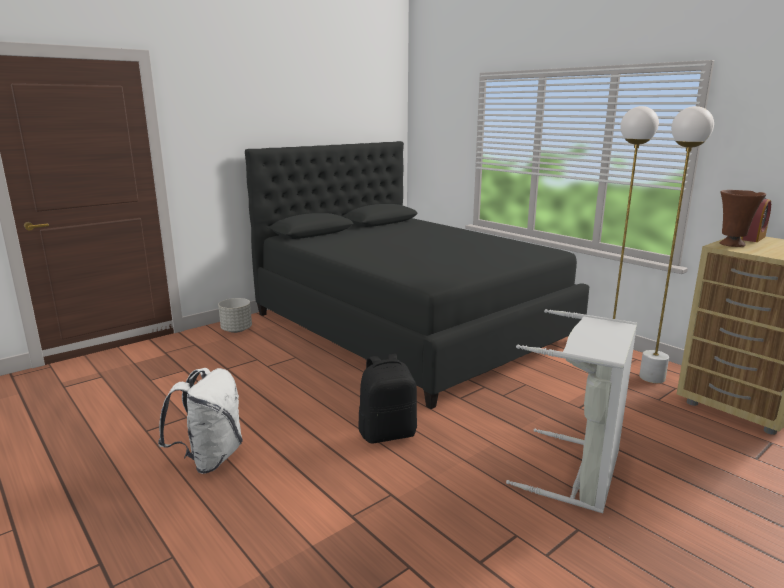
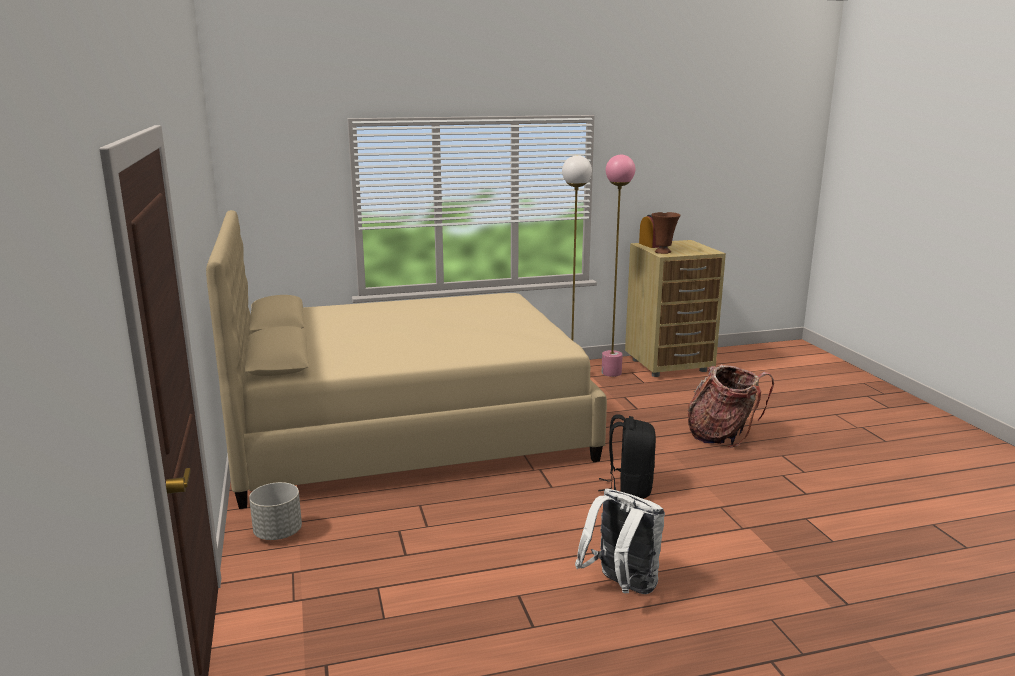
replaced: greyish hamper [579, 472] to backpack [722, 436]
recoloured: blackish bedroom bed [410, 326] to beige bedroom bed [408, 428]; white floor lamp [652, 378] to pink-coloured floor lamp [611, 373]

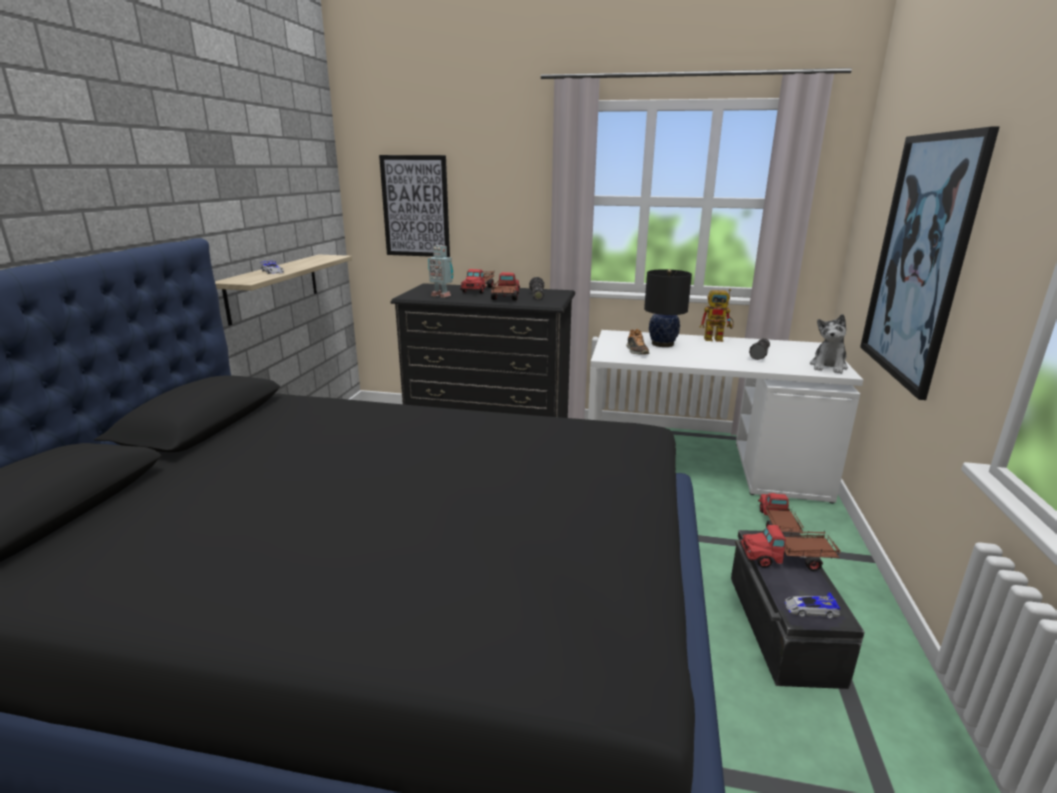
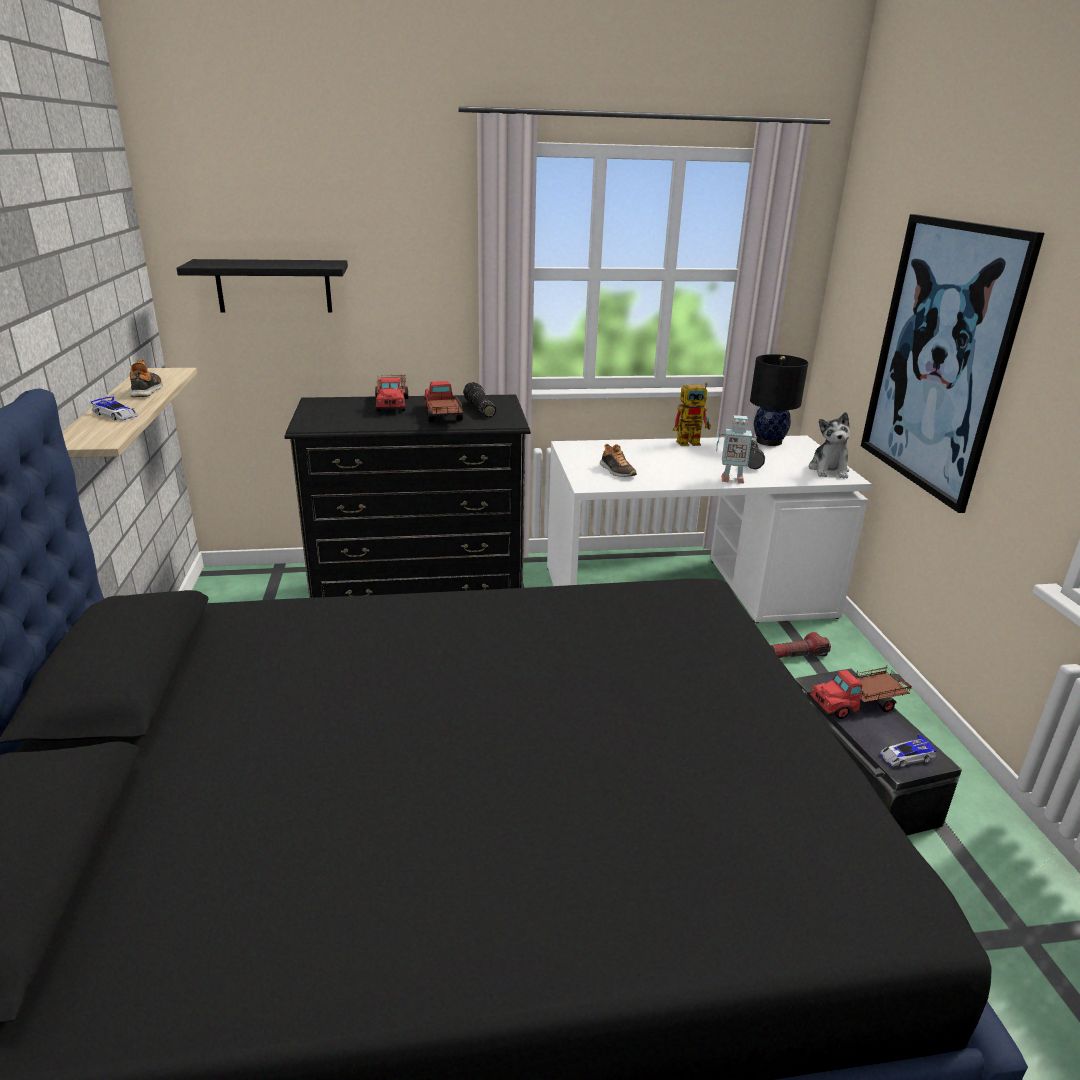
added: item of footwear [147, 390]
moved: robot figure [441, 295] to [731, 479]; blackish table lamp [662, 344] to [769, 441]
replaced: wall art [415, 206] to blackish shelf [274, 286]; toy lorry [777, 524] to torch [798, 655]

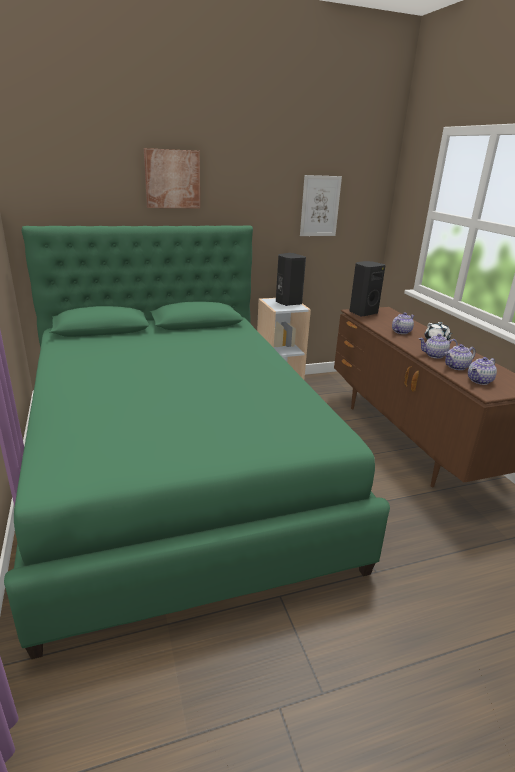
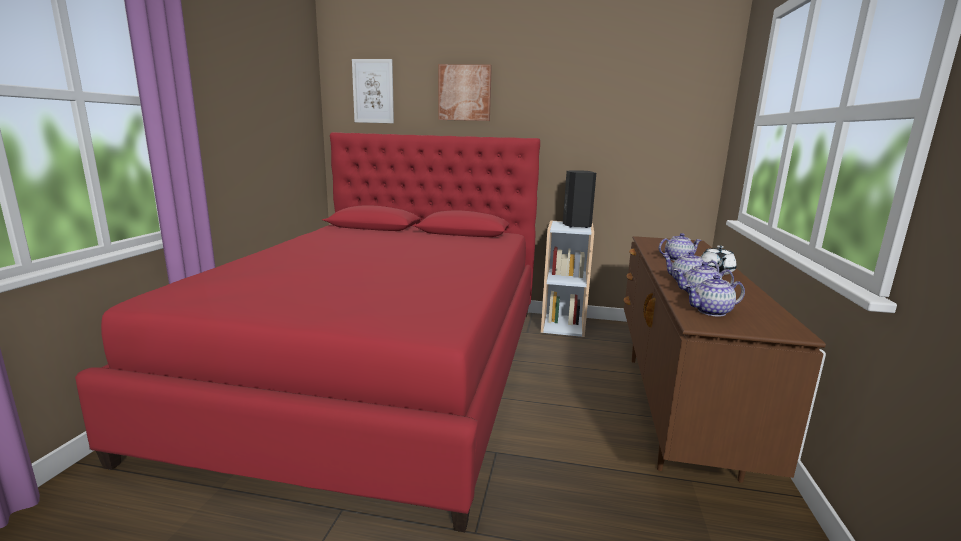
removed: blackish audio speaker [362, 313]
moved: wall art [320, 206] to [373, 91]
recoloured: greenish bedroom bed [177, 469] to reddish bedroom bed [382, 367]

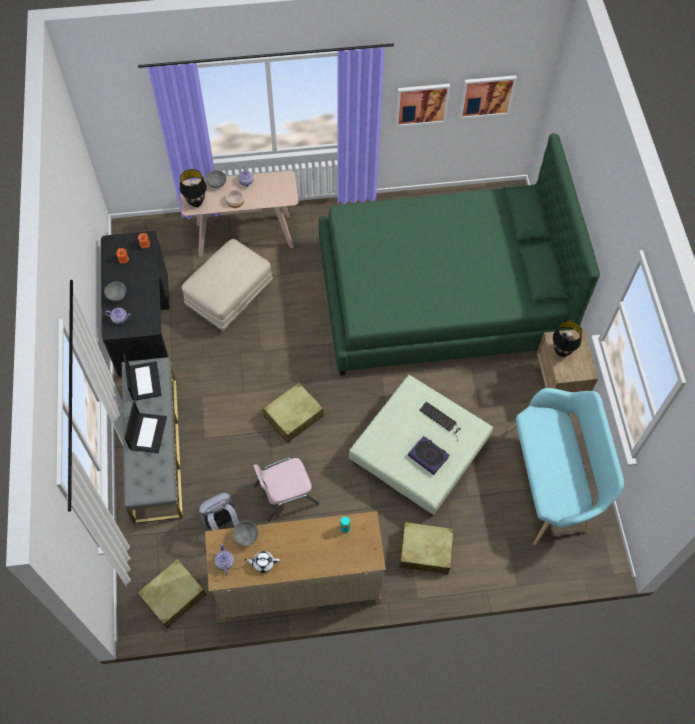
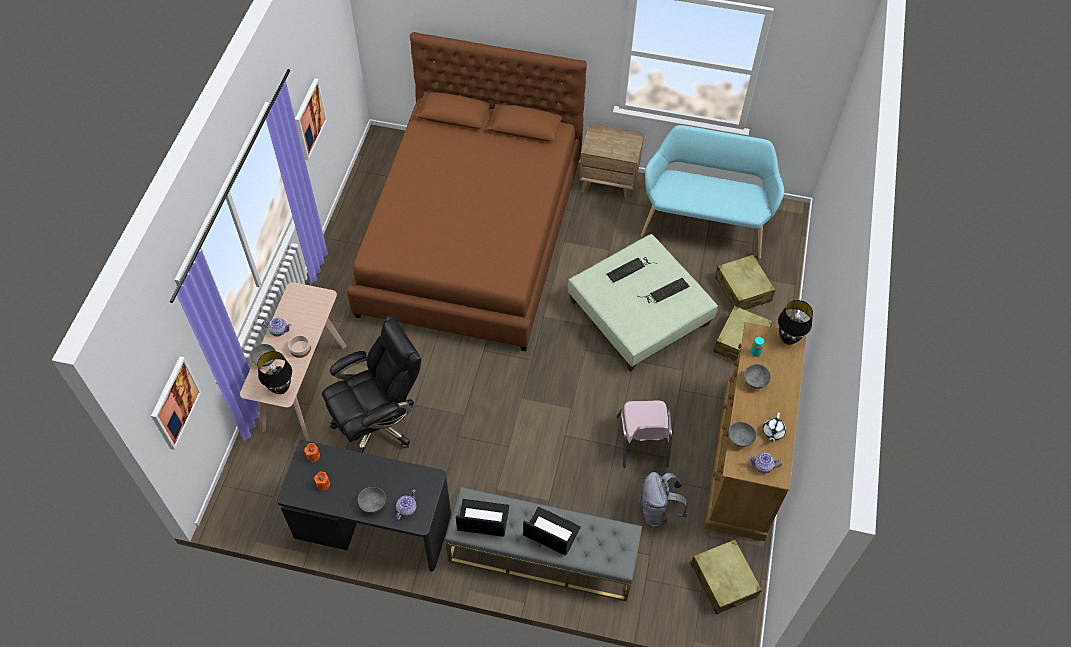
added: greyish serving bowl [755, 381]
moved: beige suitcase [293, 417] to [743, 289]; wall art [486, 96] to [174, 403]; blackish table lamp [561, 351] to [788, 339]
replaced: beige pouffe [229, 296] to blackish computer chair [379, 425]; book [428, 456] to keyboard [665, 291]
recoloured: greenish bedroom bed [441, 296] to brownish bedroom bed [472, 236]

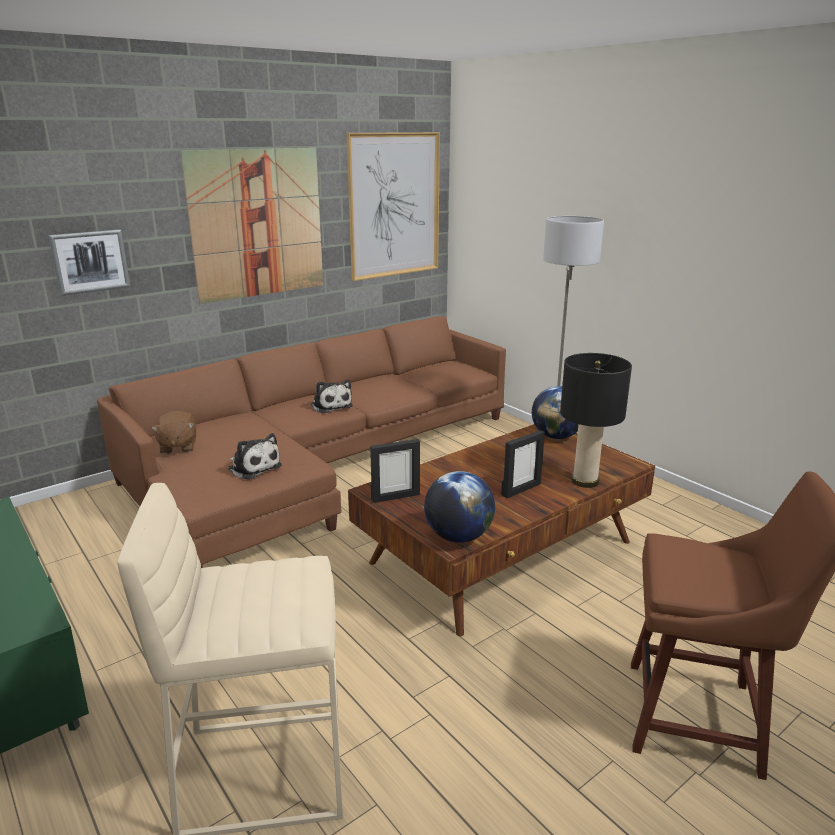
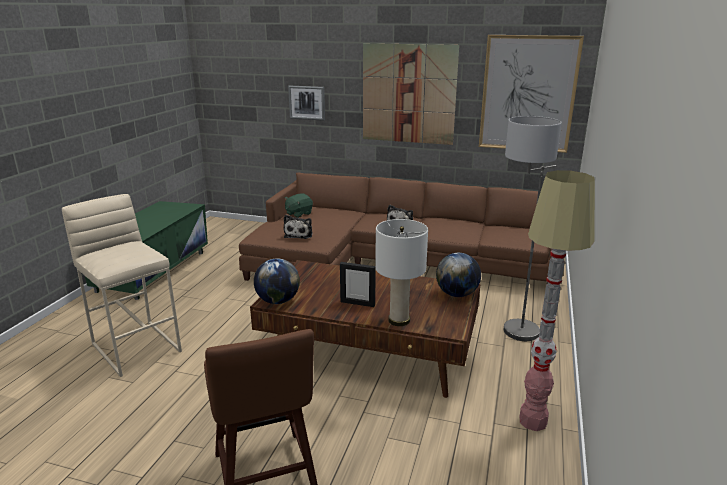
removed: standing frame [395, 496]
added: floor lamp [532, 421]
recoloured: brownish cuddly toy [178, 447] to greenish cuddly toy [298, 214]; blackish table lamp [584, 481] to white table lamp [399, 320]

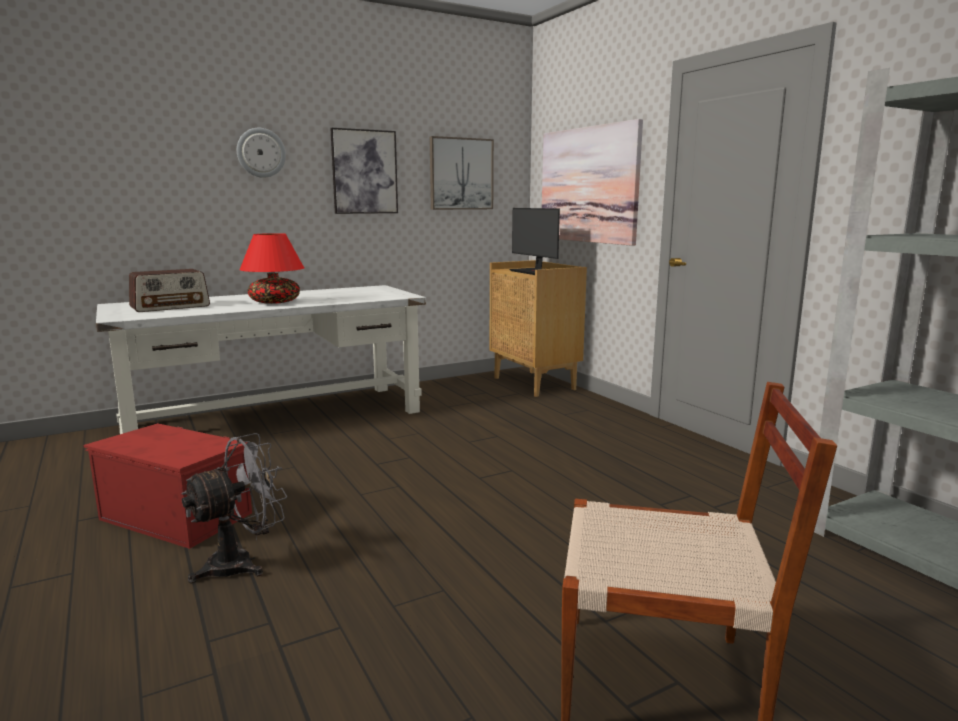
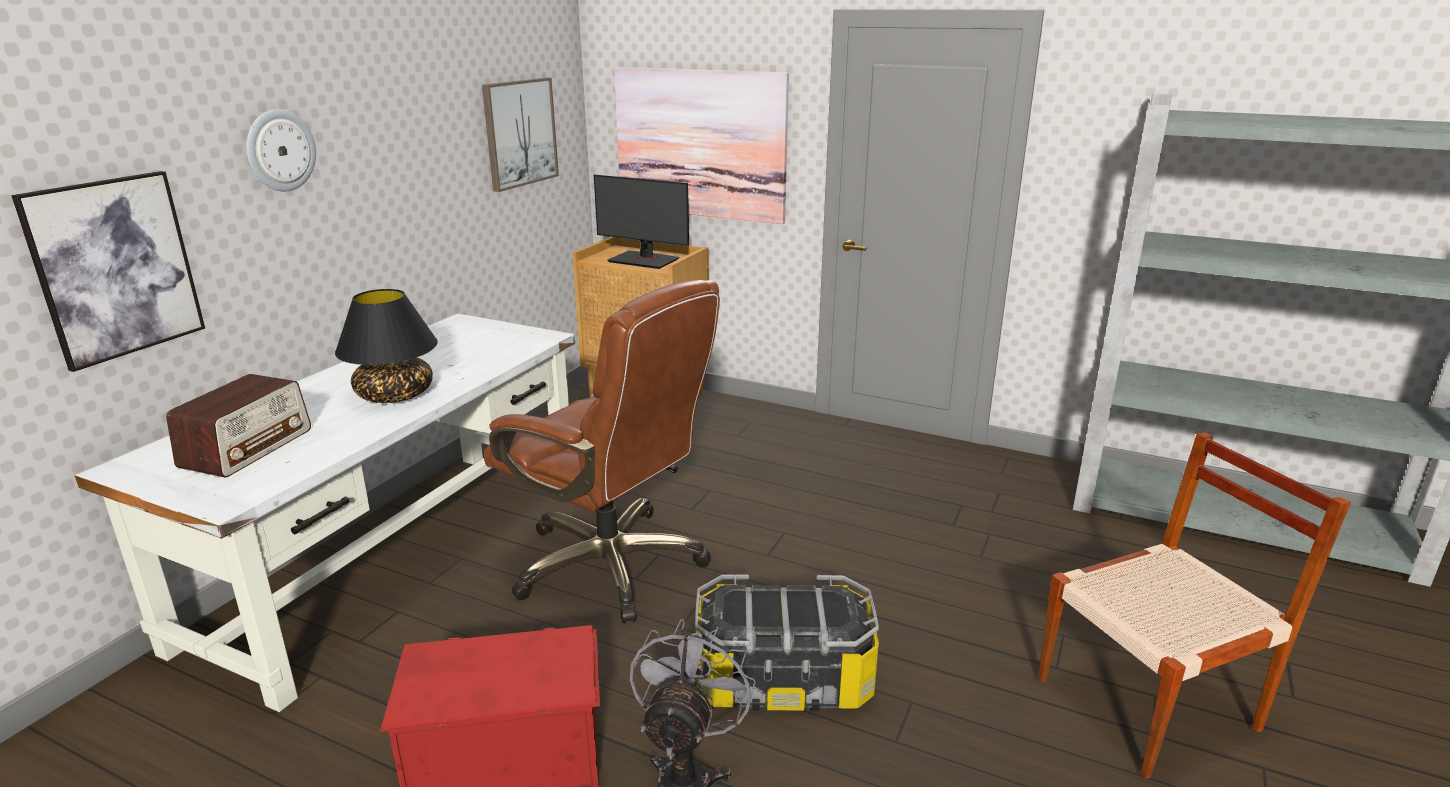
added: brownish computer chair [609, 563]; storage box [783, 678]
moved: wall art [364, 172] to [115, 268]
recoloured: reddish table lamp [275, 302] to blackish table lamp [395, 394]

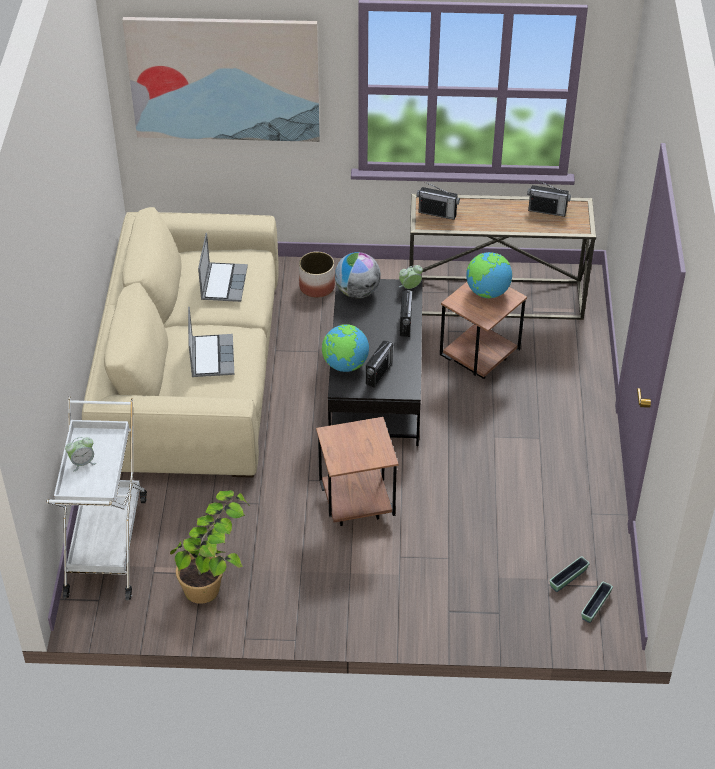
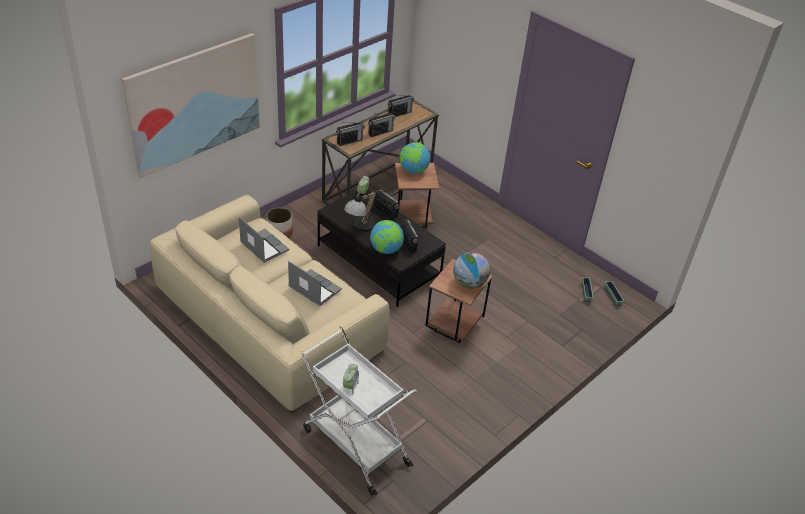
removed: houseplant [215, 577]
added: table lamp [360, 228]; radio set [380, 132]
moved: globe [357, 292] to [469, 283]

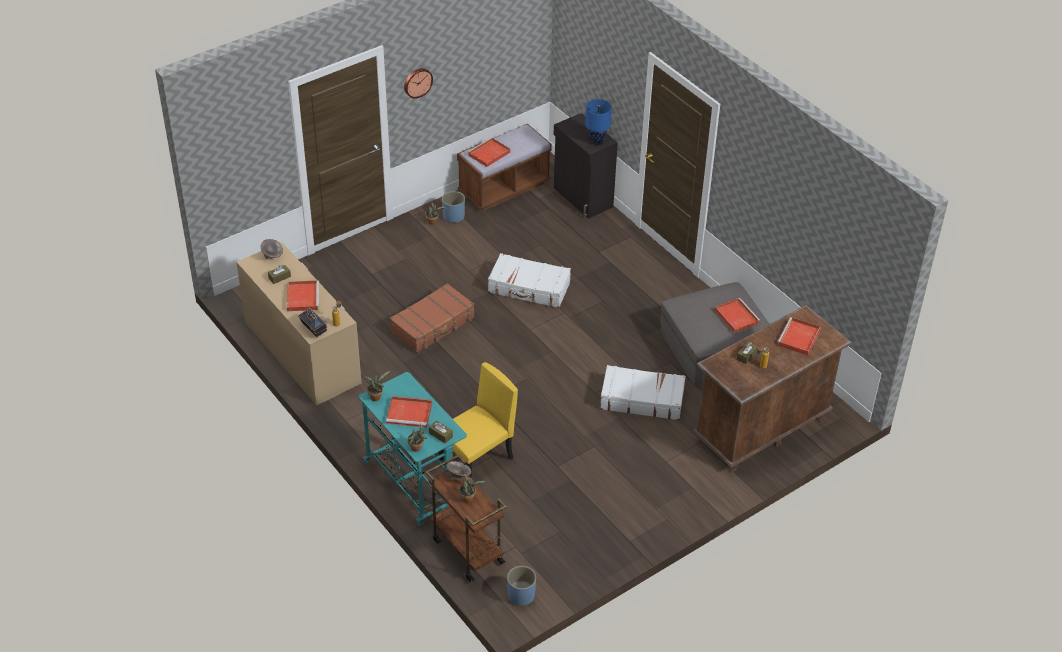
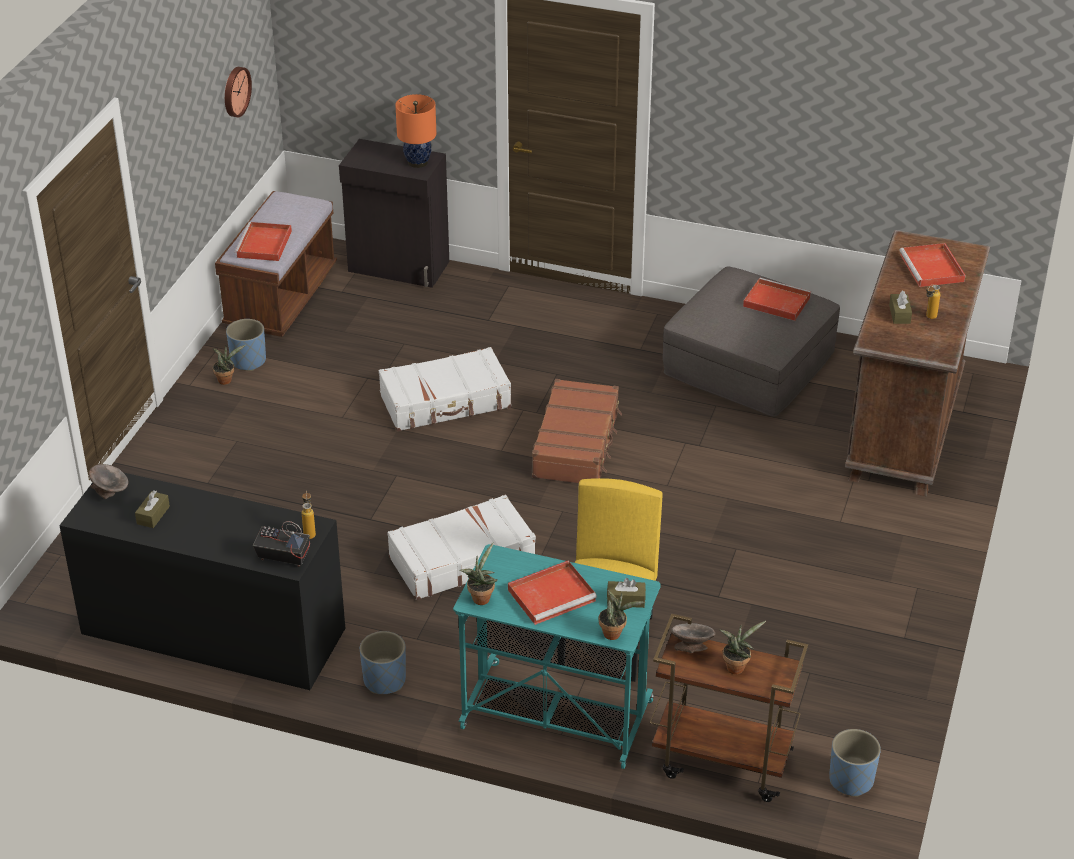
removed: reddish tray [302, 297]
added: blue flower pot [384, 680]
moved: brownish suitcase [433, 325] to [577, 444]; hanging clock [417, 82] to [235, 91]; white suitcase [642, 399] to [461, 559]
recoloured: beige drawer chest [302, 353] to blackish drawer chest [212, 632]; blue table lamp [596, 141] to orange-coloured table lamp [417, 162]

